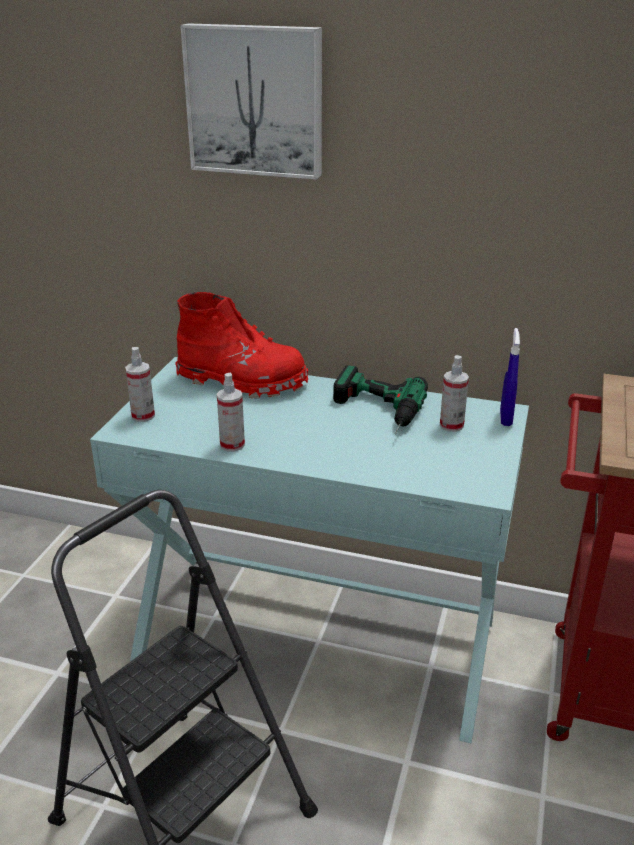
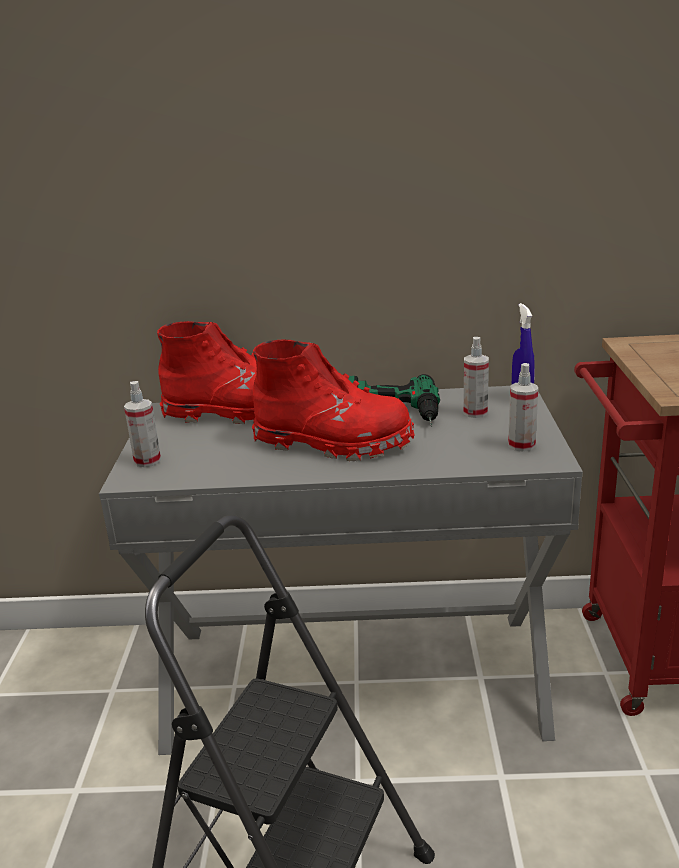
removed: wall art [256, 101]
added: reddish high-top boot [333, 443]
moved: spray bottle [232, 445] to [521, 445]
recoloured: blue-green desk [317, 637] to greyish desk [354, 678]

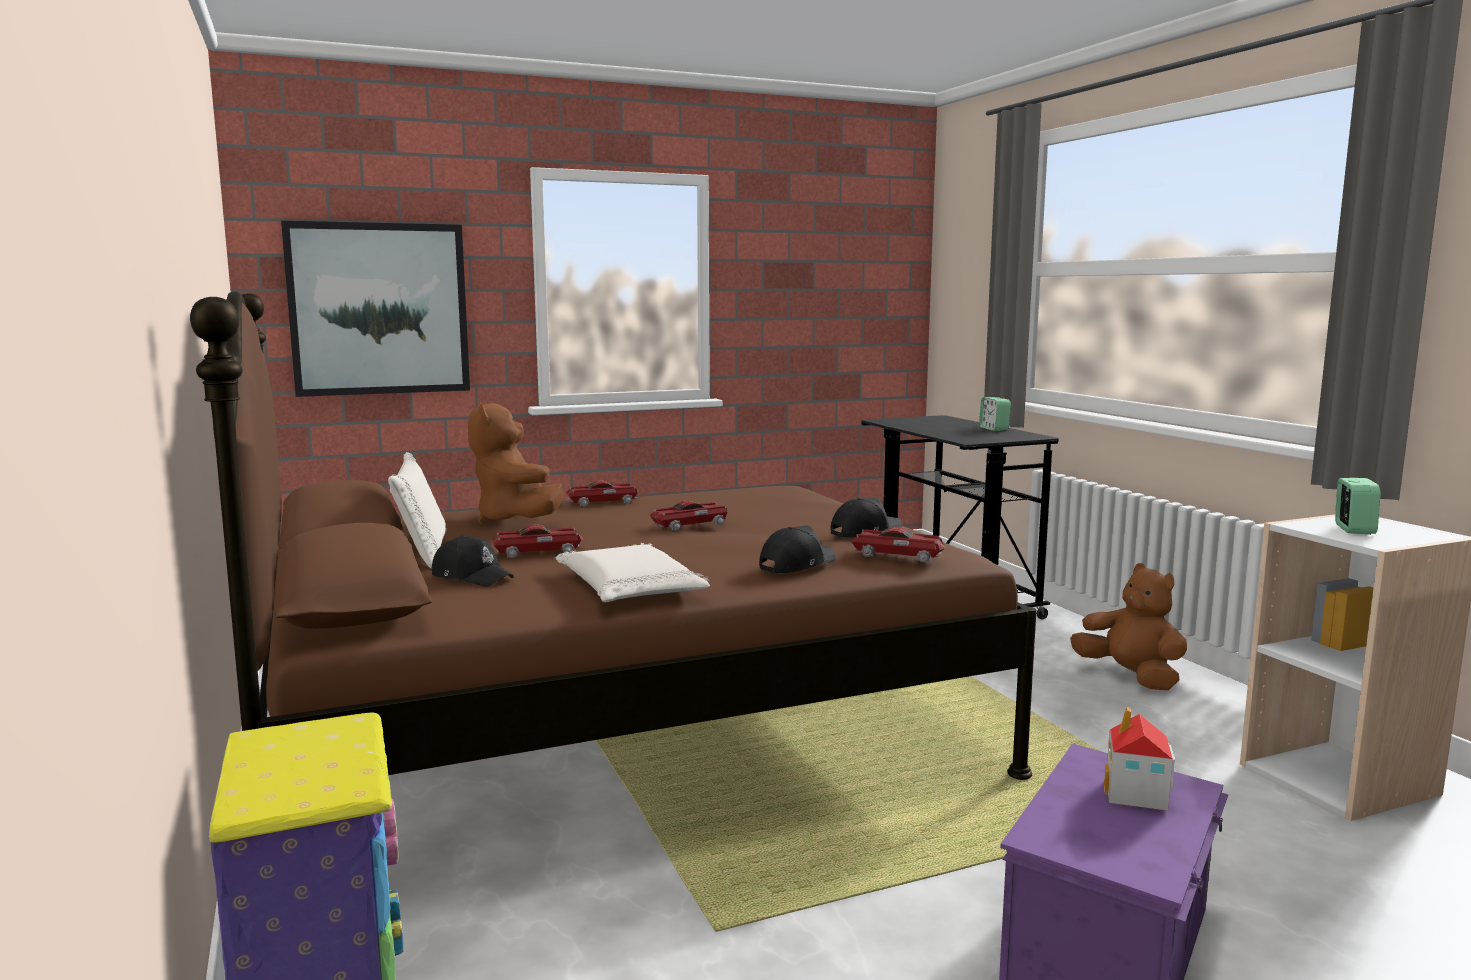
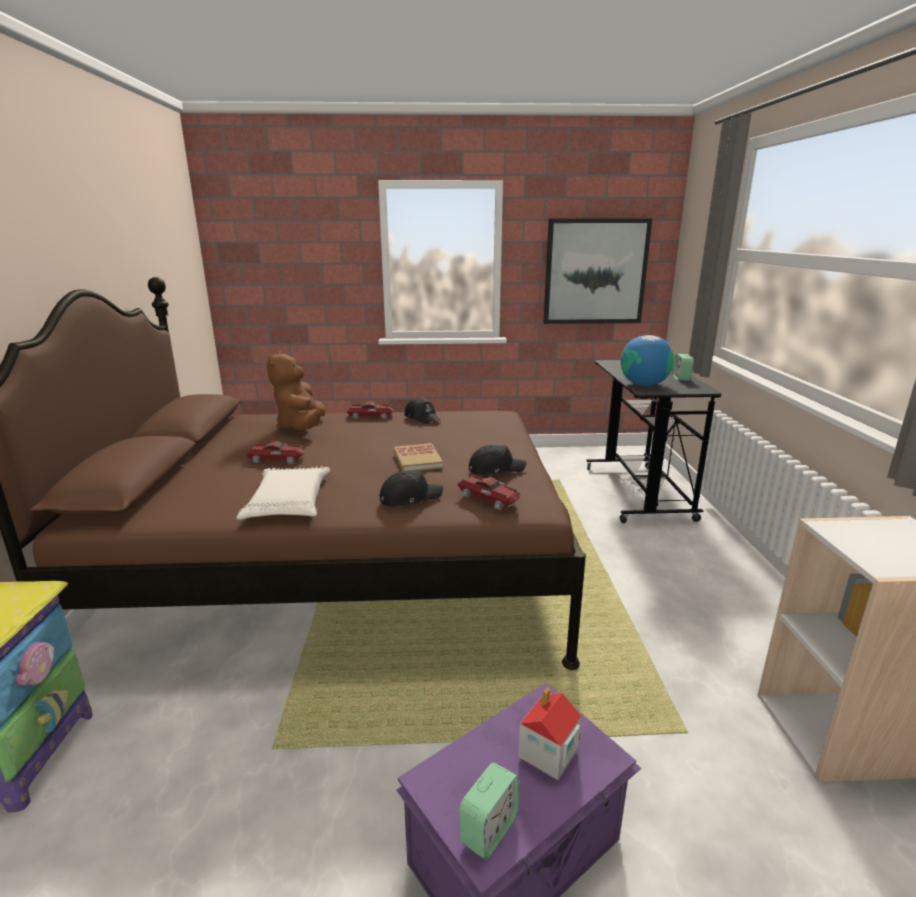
removed: white throw pillow [422, 551]; model car [690, 524]; brownish cuddly toy [1130, 677]
added: book [417, 460]; globe [644, 385]
moved: wall art [379, 309] to [595, 272]; blackish cap [472, 576] to [422, 417]; bedside clock [1354, 529] to [489, 829]

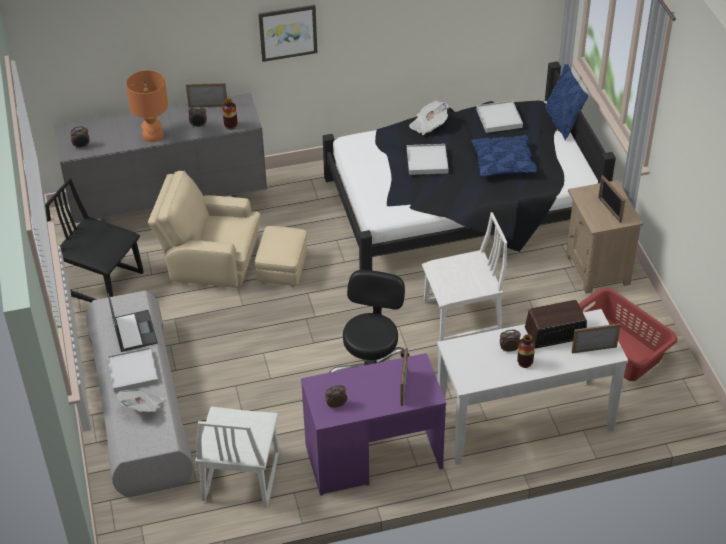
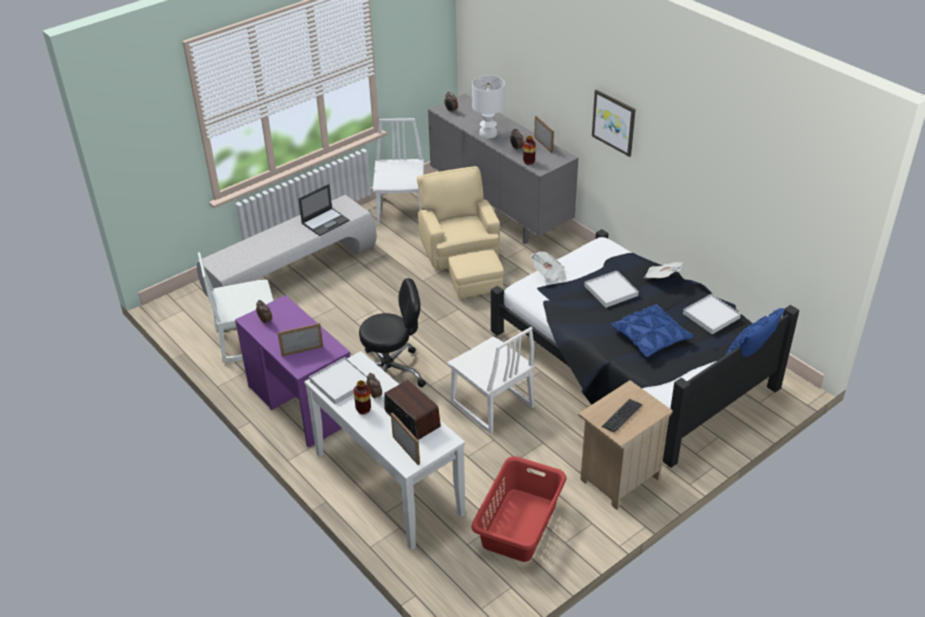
moved: white tray [132, 371] to [340, 382]; newspaper [142, 408] to [549, 275]
replaced: standing frame [609, 209] to keyboard [622, 416]
recoloured: blackish chair [103, 282] to white chair [402, 210]; orange-coloured table lamp [153, 135] to white table lamp [488, 134]

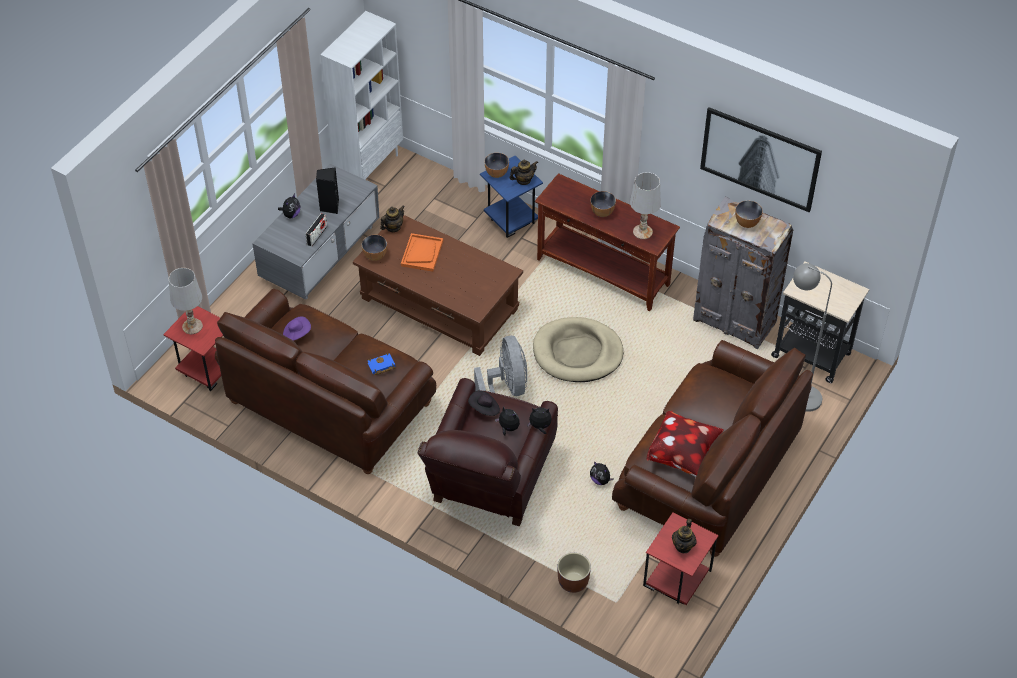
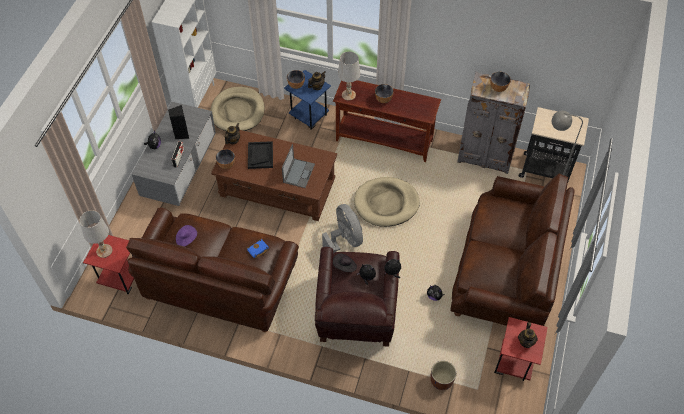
removed: throw pillow [683, 455]; wall art [760, 158]
added: beige dog cushion [238, 111]; notebook computer [299, 173]
moved: white table lamp [642, 232] to [348, 95]
recoloured: orange-coloured tray [422, 253] to blackish tray [260, 155]

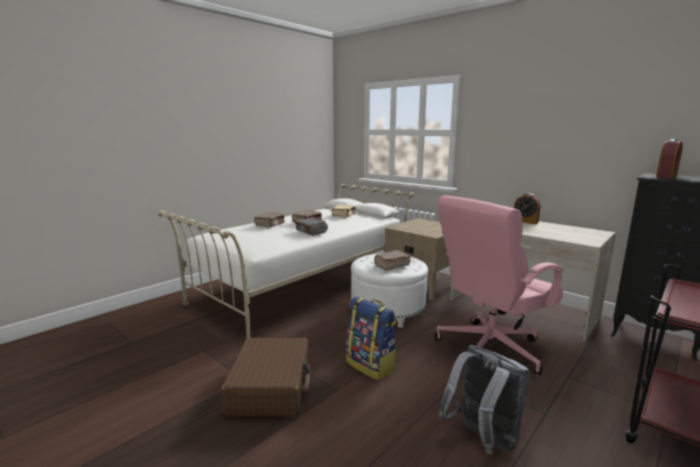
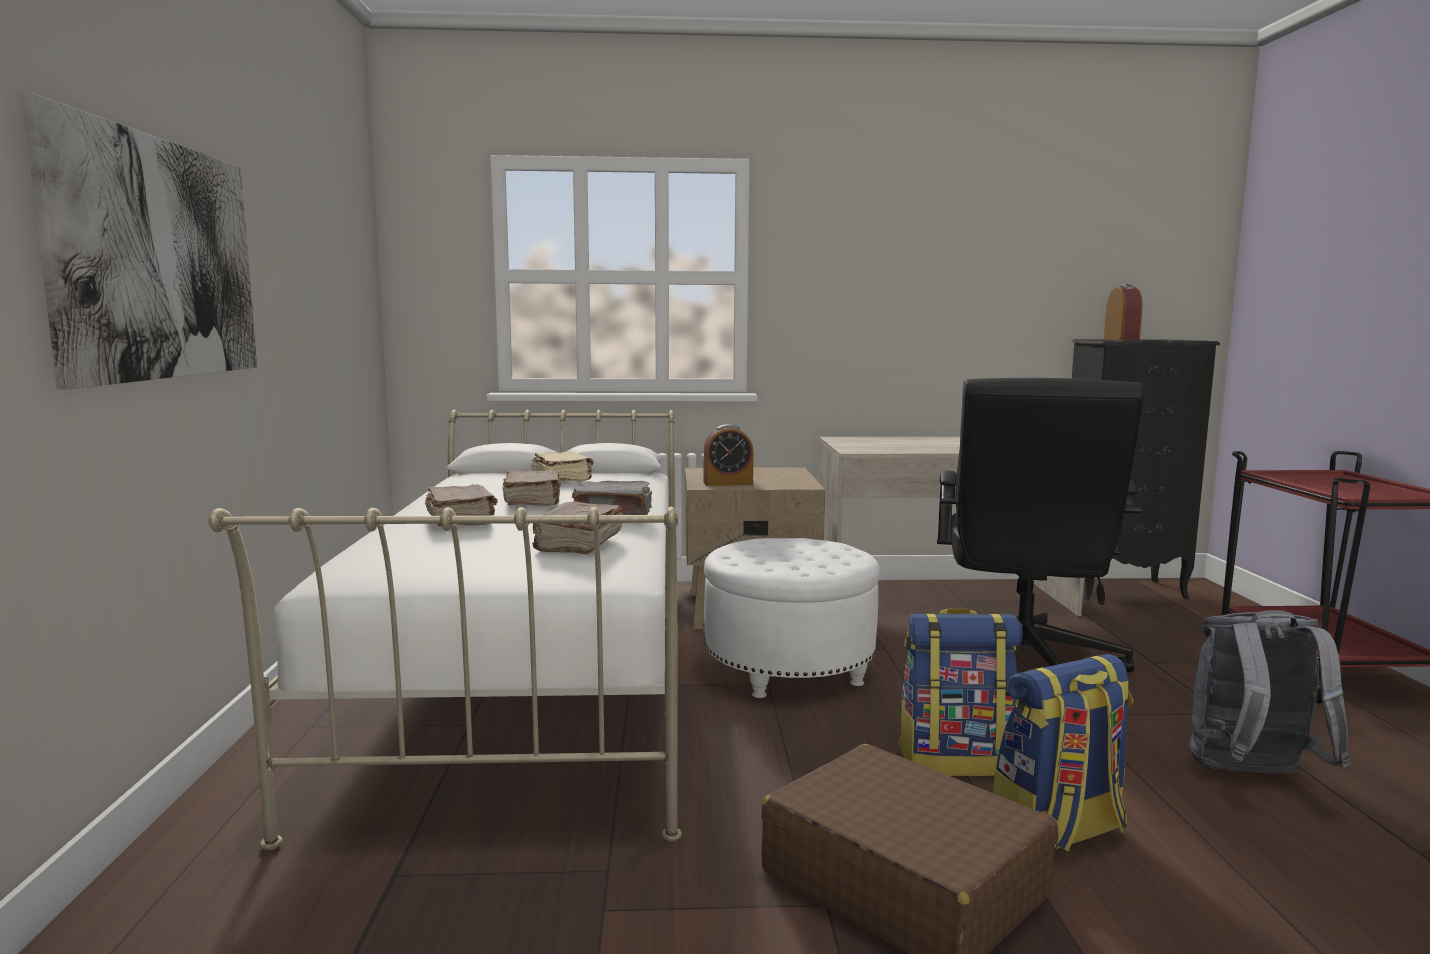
added: wall art [160, 259]; backpack [1059, 832]
moved: brownish book [391, 266] to [578, 544]; bedside clock [525, 221] to [728, 483]
recoloured: pink-coloured computer chair [490, 348] to blackish computer chair [1023, 664]

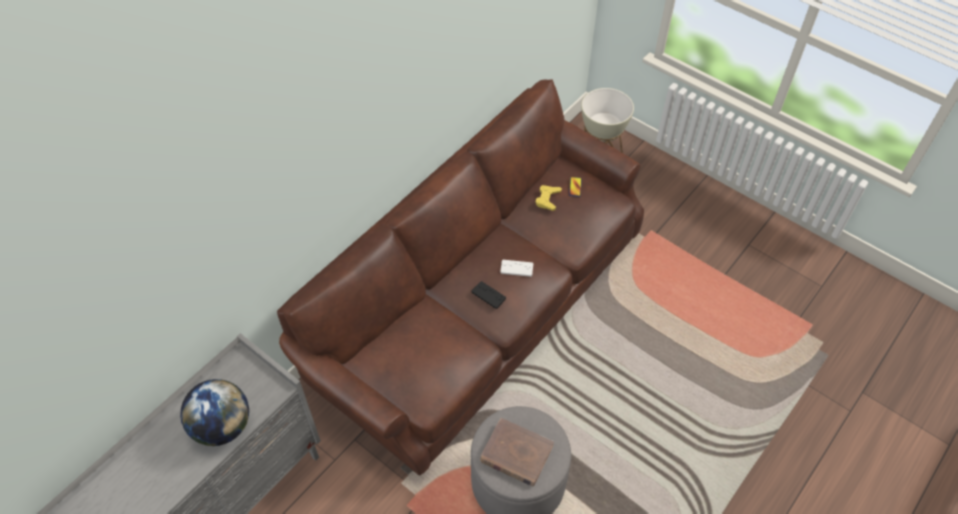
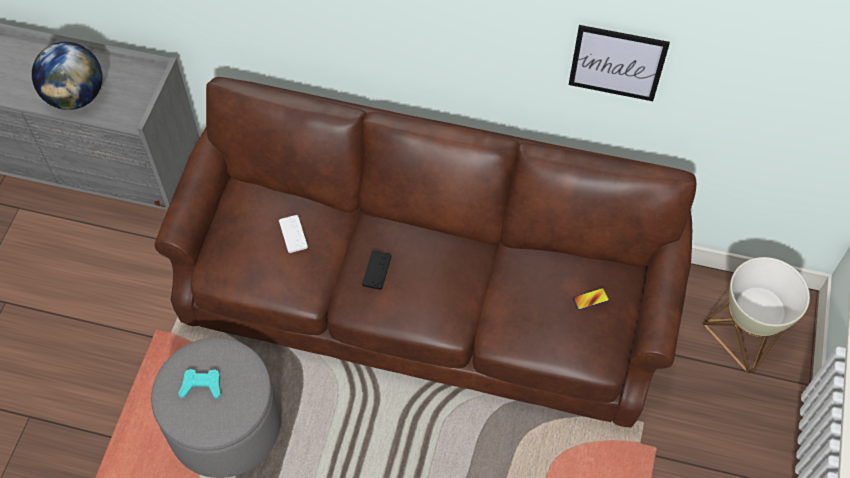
removed: yellowish joypad [547, 199]
added: wall art [617, 63]
moved: white joypad [516, 268] to [293, 234]
replaced: brownish book [516, 454] to blue-green joypad [201, 386]

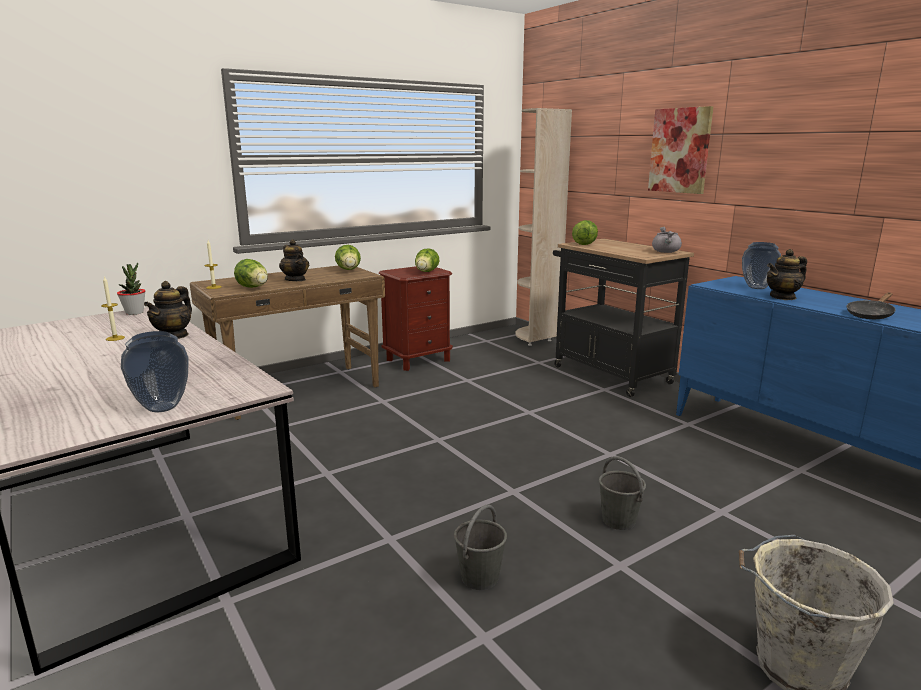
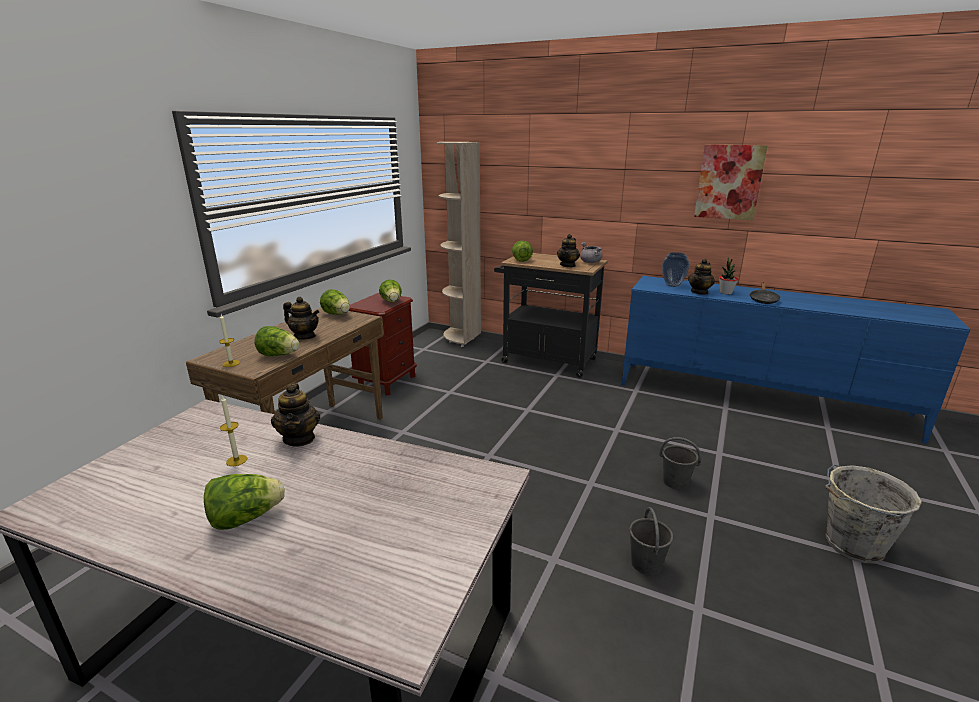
removed: vase [161, 408]
added: lettuce head [246, 518]; pot for tea [568, 265]
moved: houseplant [134, 313] to [725, 292]; wall art [680, 150] to [729, 182]

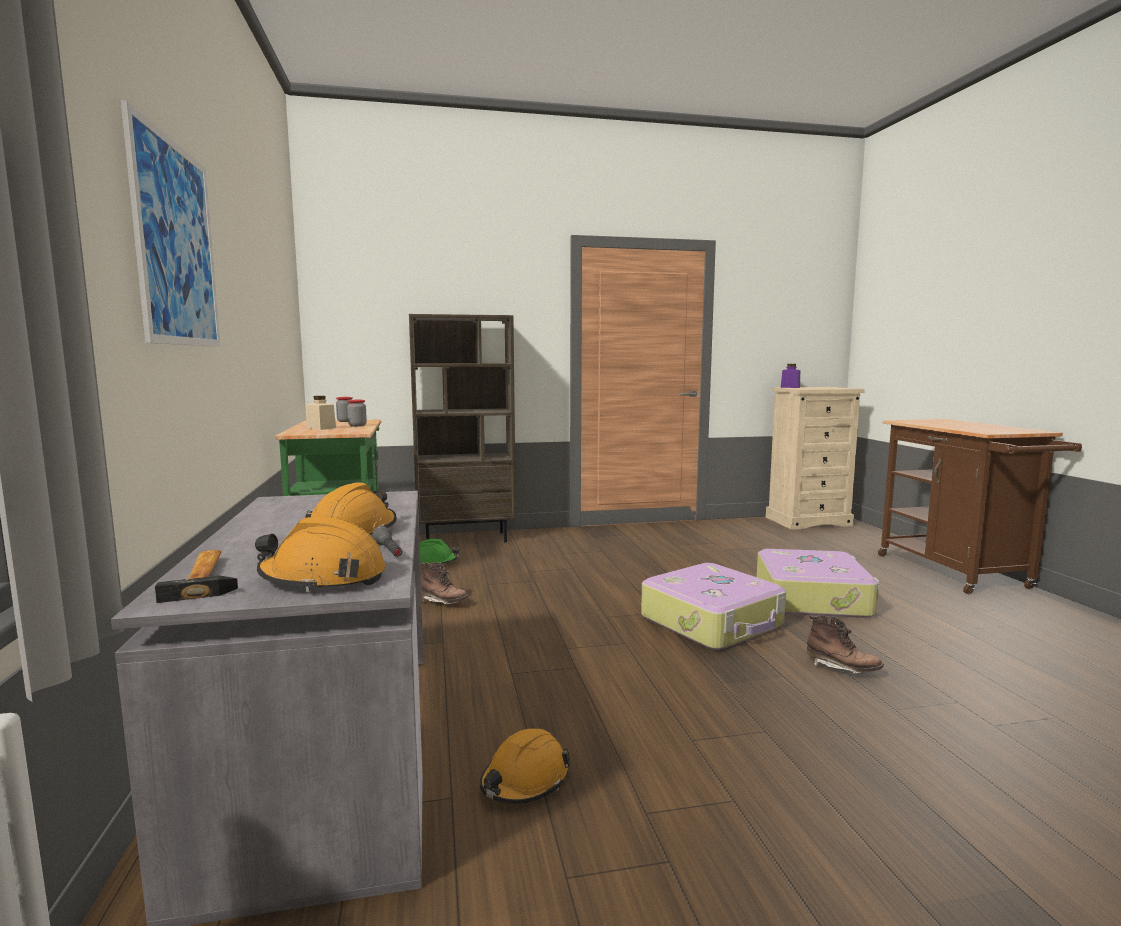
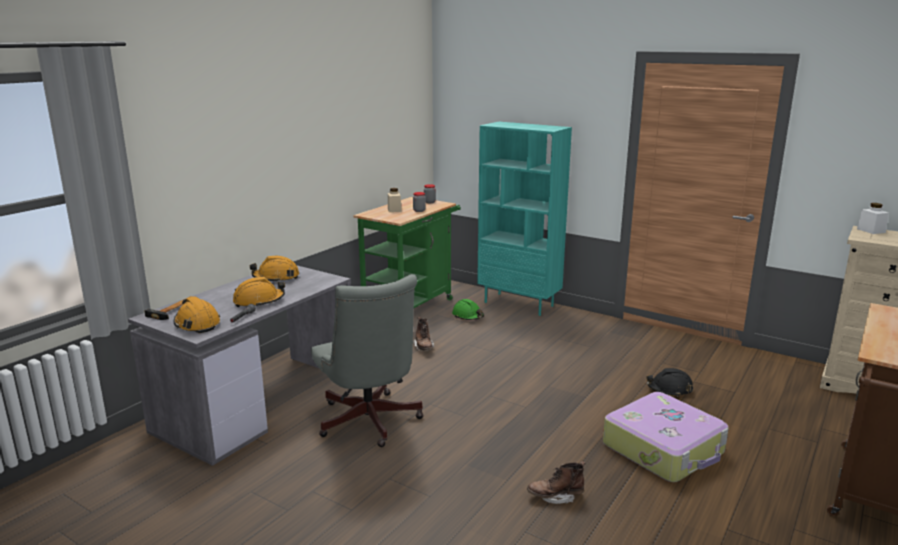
removed: wall art [176, 244]; suitcase [713, 622]
added: greyish computer chair [369, 423]; blackish hard hat [669, 389]
moved: orange-coloured hard hat [524, 781] to [276, 278]
recoloured: brownish shelving unit [466, 539] to blue-green shelving unit [519, 304]; purple-coloured preserve jar [790, 387] to white preserve jar [871, 230]
turned: brownish high-top boot [842, 668] = [555, 496] 90 degrees clockwise

